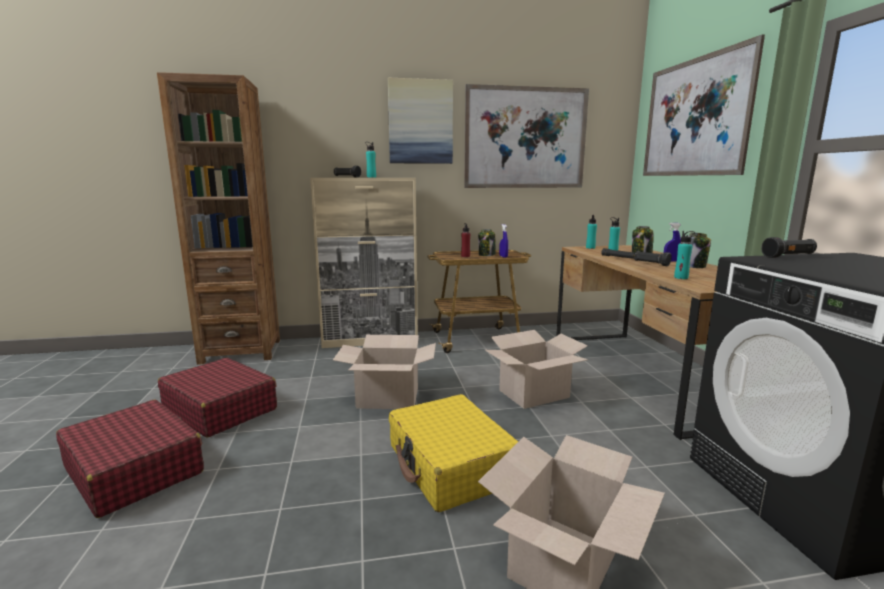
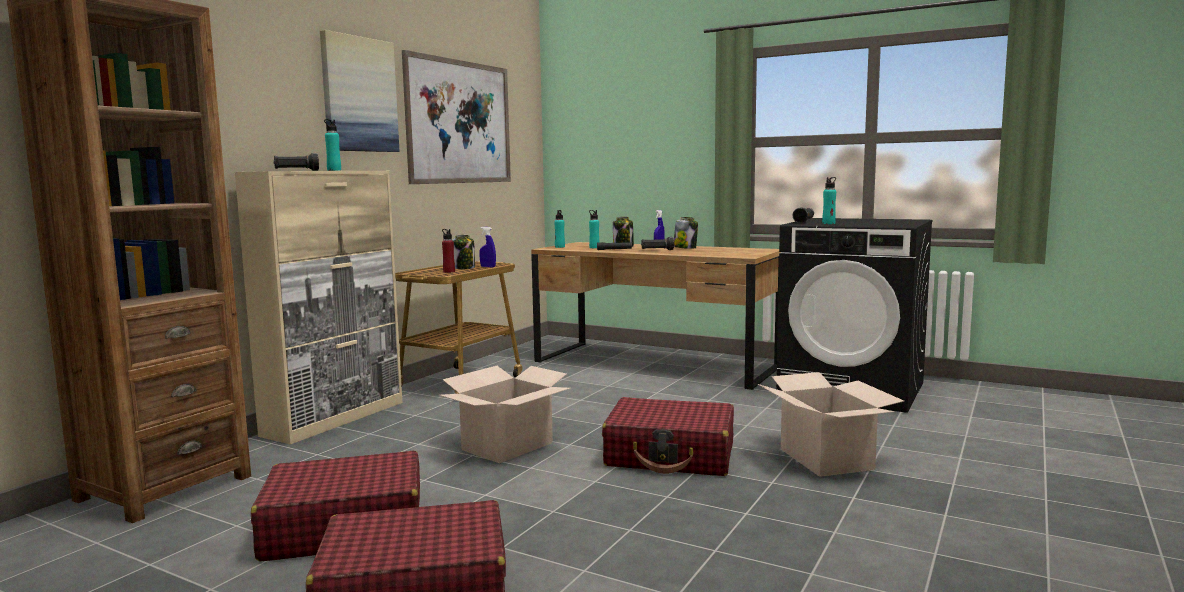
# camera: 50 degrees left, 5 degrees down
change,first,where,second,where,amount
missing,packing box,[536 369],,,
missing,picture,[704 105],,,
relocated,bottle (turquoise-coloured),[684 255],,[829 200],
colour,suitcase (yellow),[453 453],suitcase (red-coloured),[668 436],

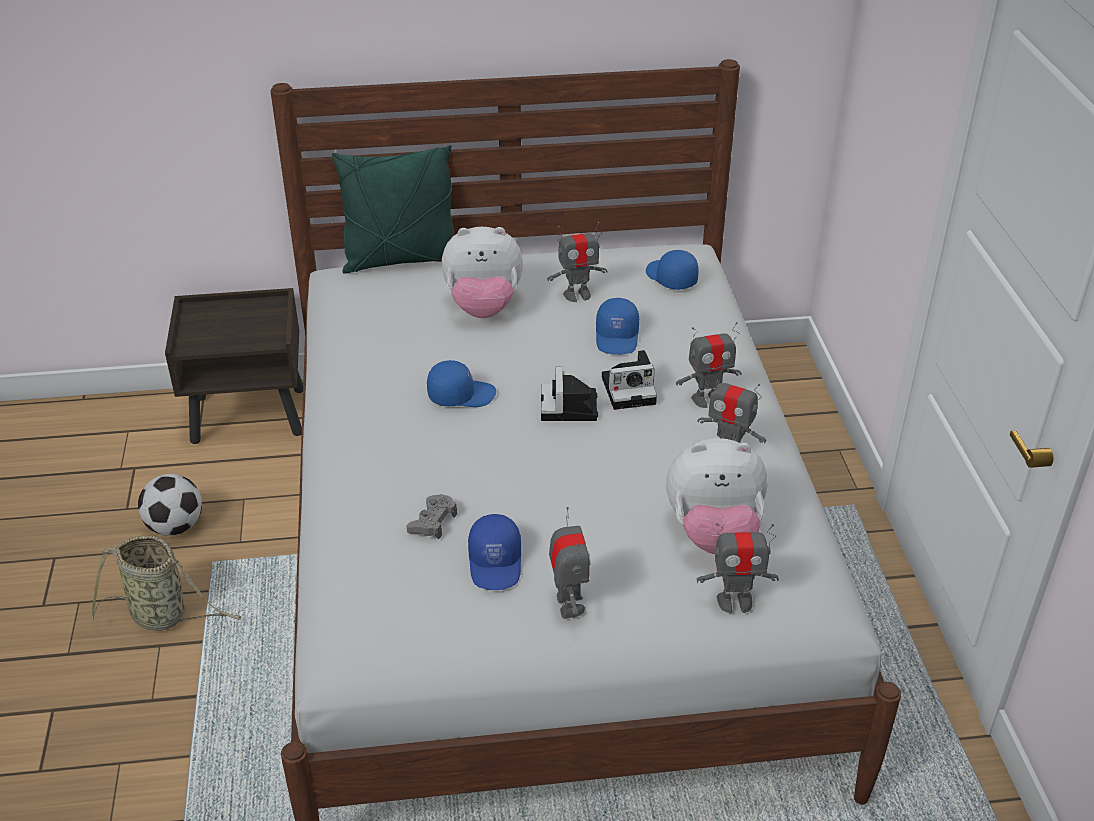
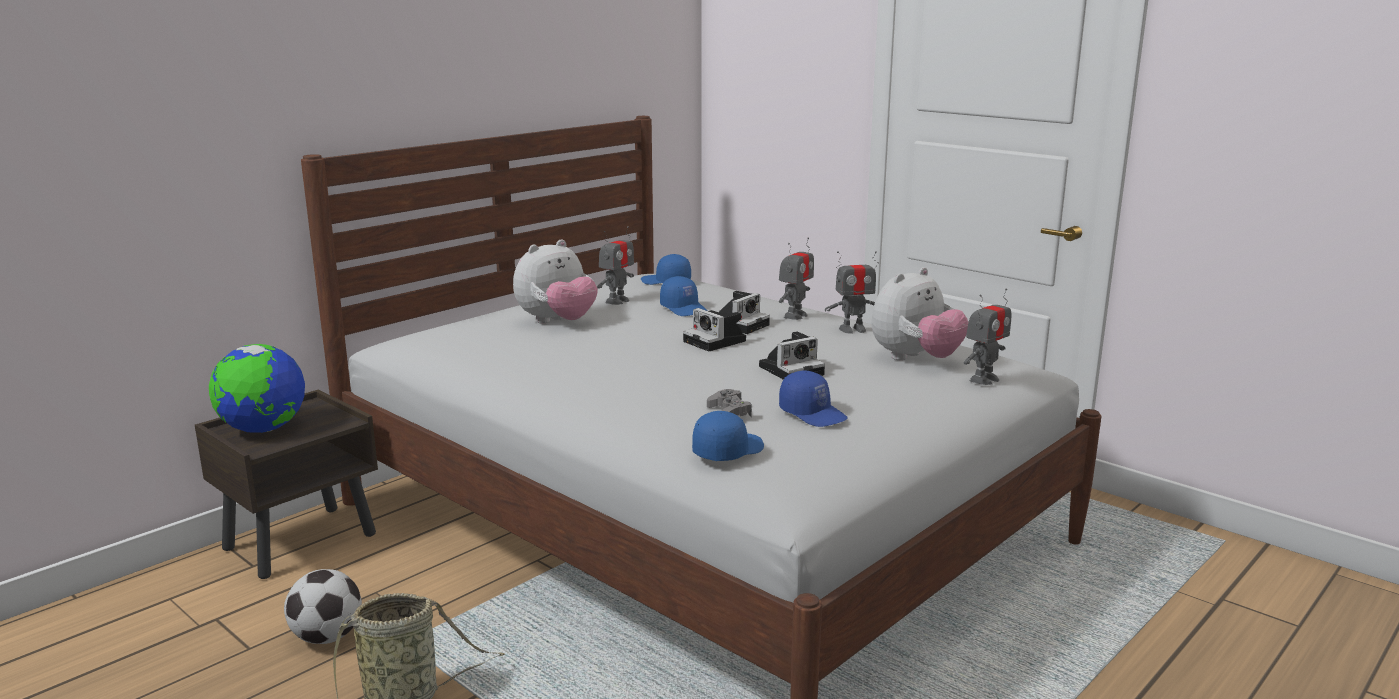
# camera: 40 degrees left, 20 degrees down
change,first,where,second,where,amount
missing,pillow (green),[393 209],,,
missing,model robot,[570 563],,,
appeared,,,desk globe,[257 388],
appeared,,,photo camera,[792 355],
relocated,peaked cap (bluish),[461 383],,[728 436],

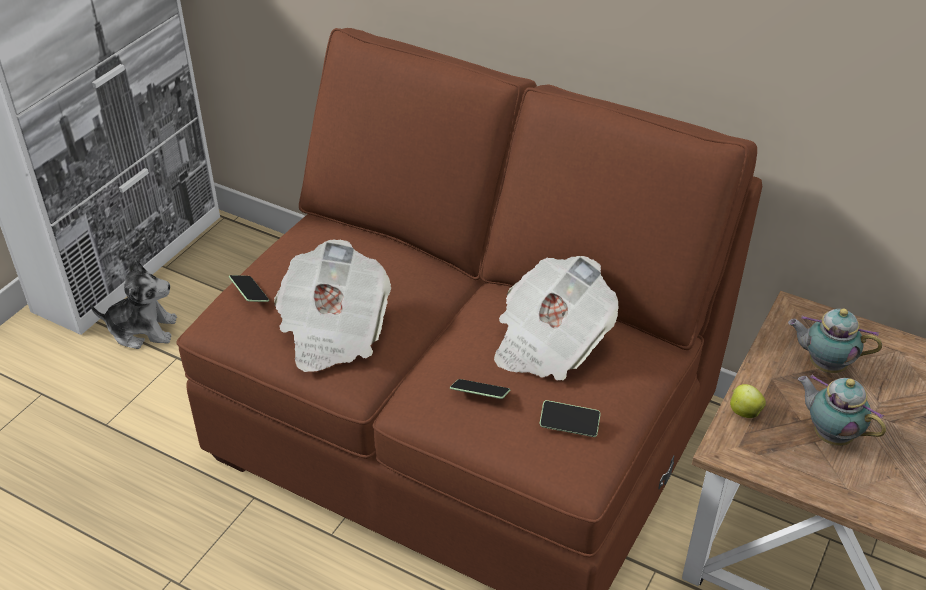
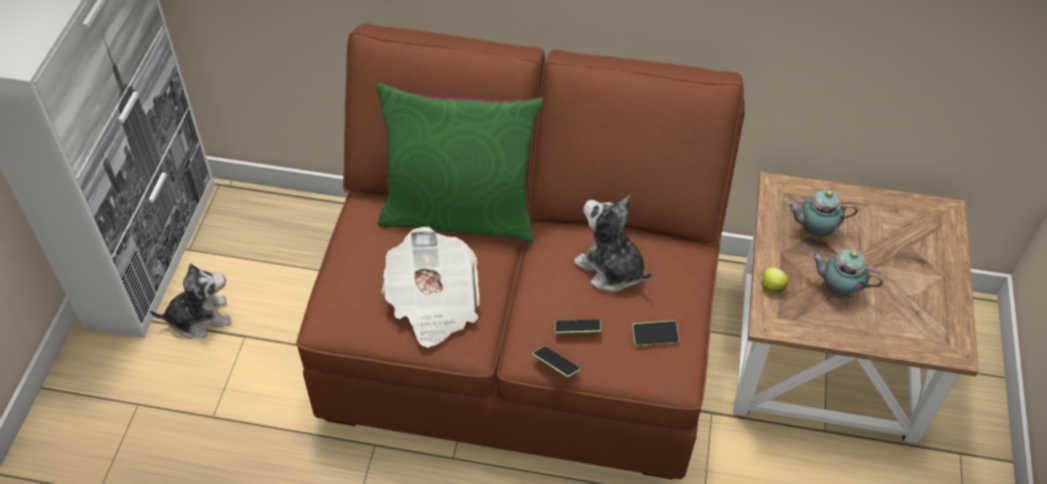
# camera: 20 degrees left, 10 degrees up
change,first,where,second,where,amount
appeared,,,pillow (green),[459 163],
relocated,handset,[249 288],,[556 361],
exchanged,daily paper,[556 318],cuddly toy,[613 243],

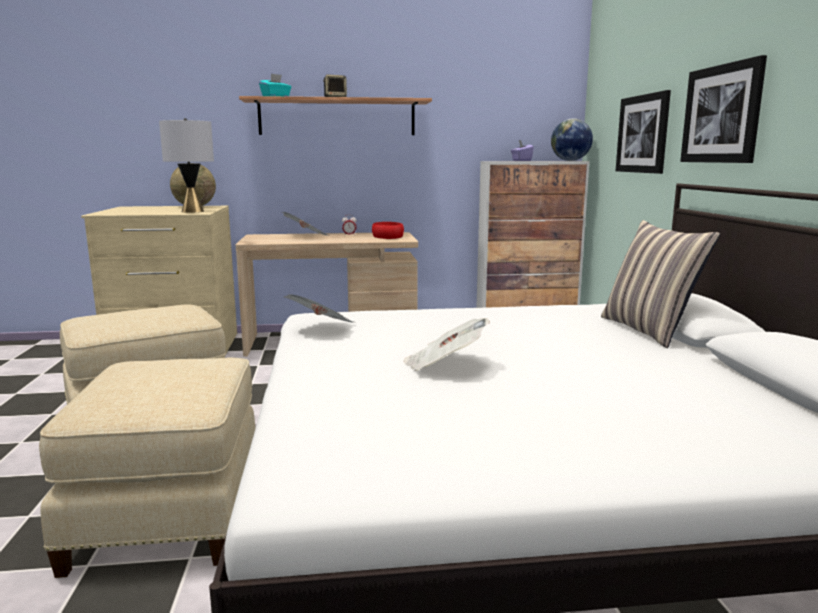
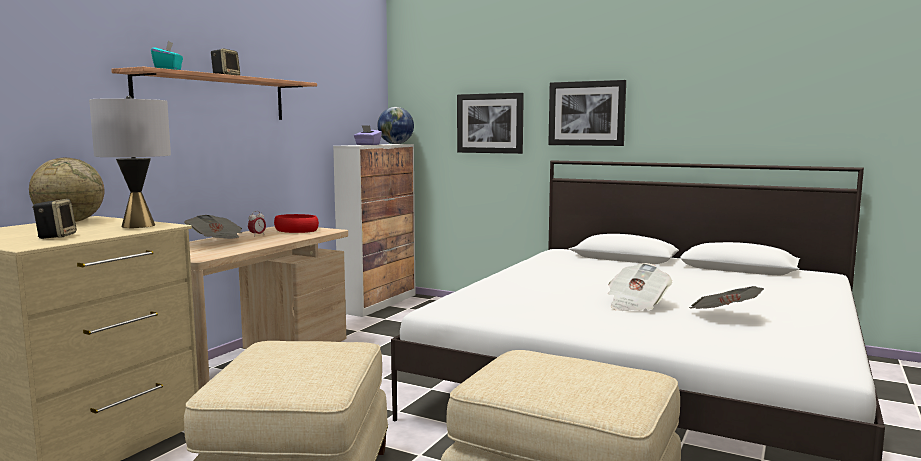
# camera: 55 degrees left, 5 degrees down
change,first,where,second,where,amount
missing,pillow,[660 284],,,
appeared,,,audio speaker,[54 219],
relocated,daily paper,[318 308],,[726 297],

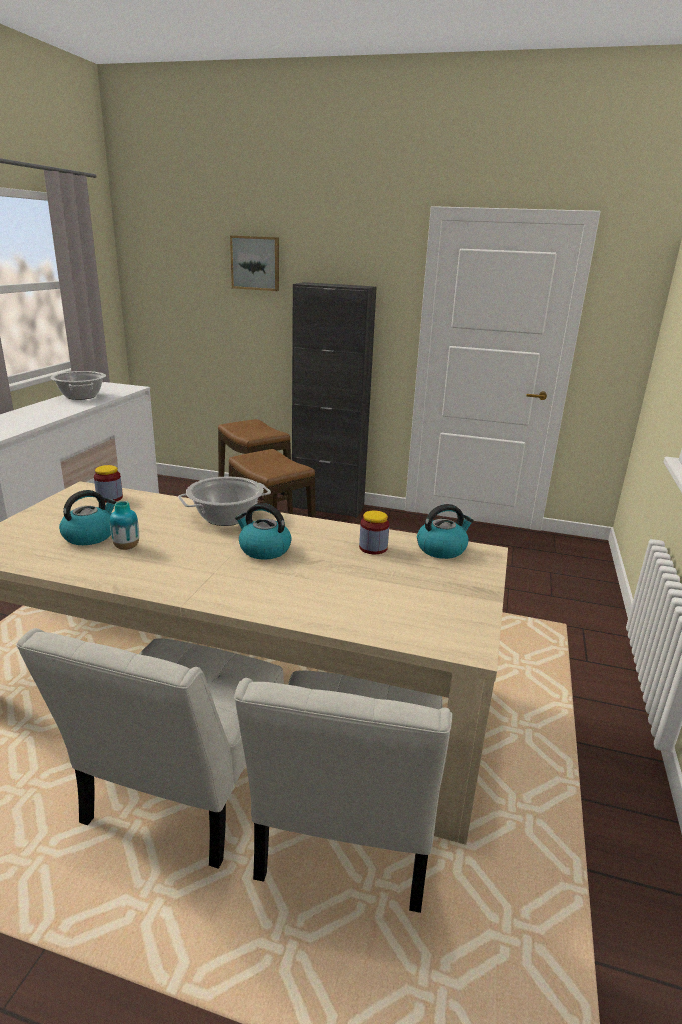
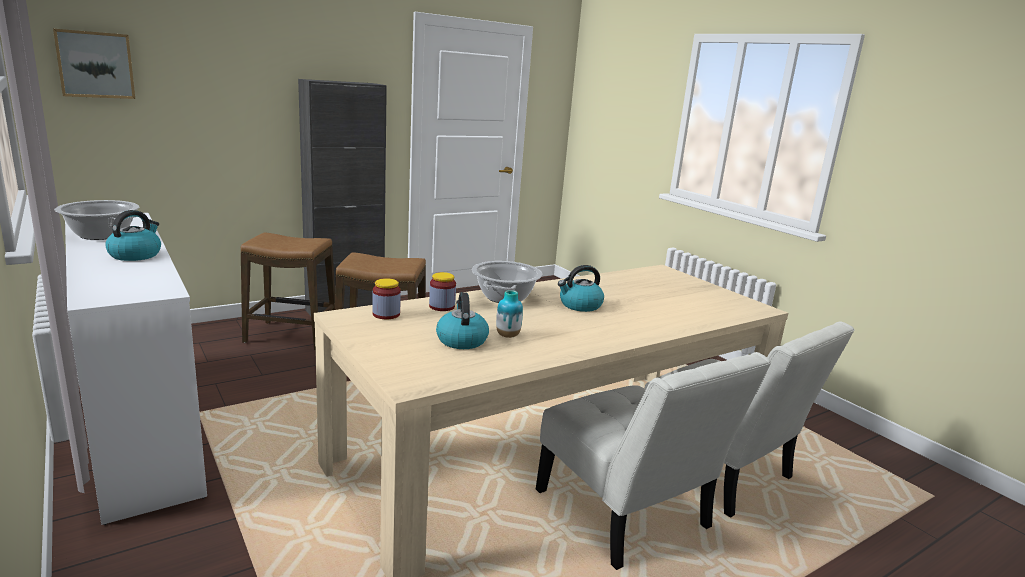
# camera: 50 degrees left, 5 degrees down
change,first,where,second,where,amount
relocated,picture,[254 263],,[94 64],
relocated,jar,[374 532],,[442 291],
relocated,kettle,[445 531],,[133 235],

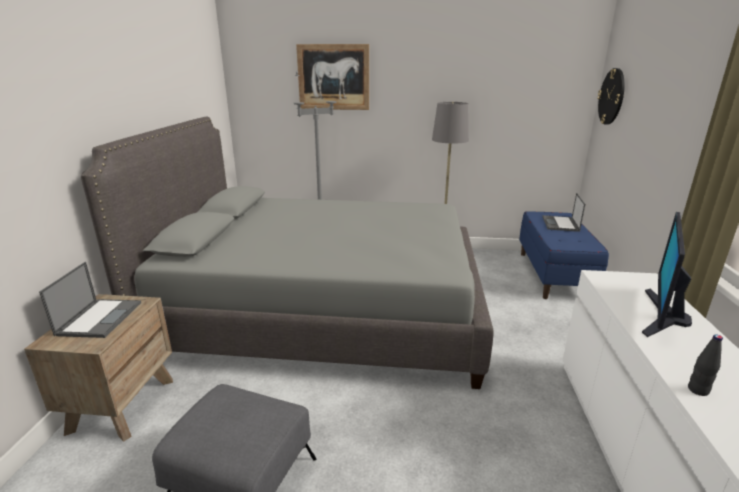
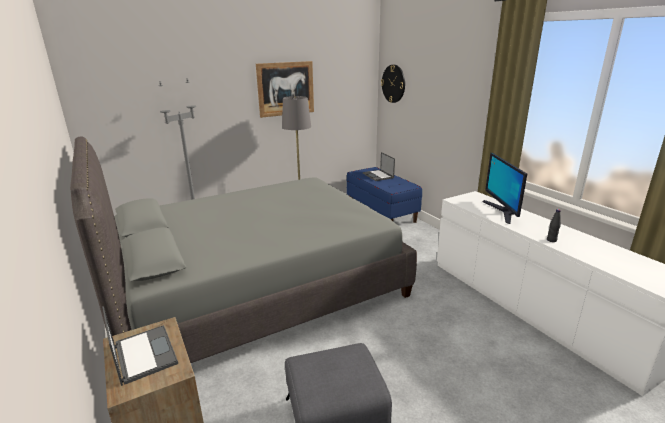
# camera: 35 degrees left, 0 degrees up
change,first,where,second,where,amount
relocated,picture,[332 77],,[285 89],

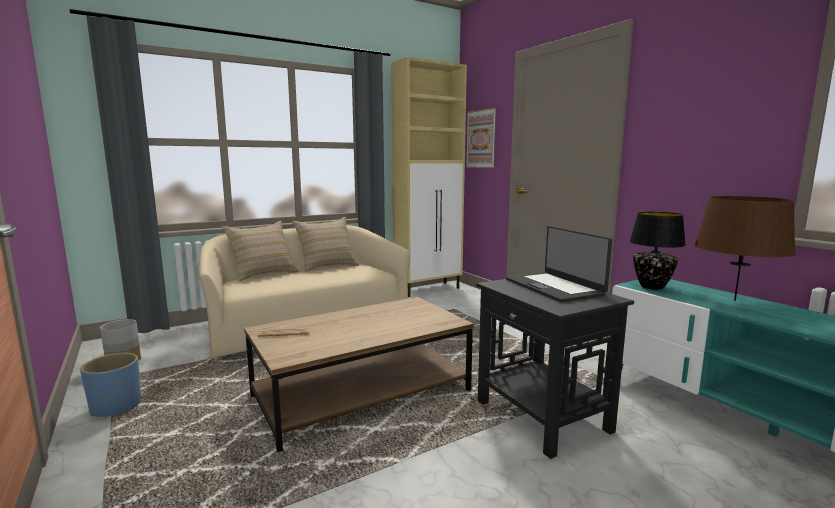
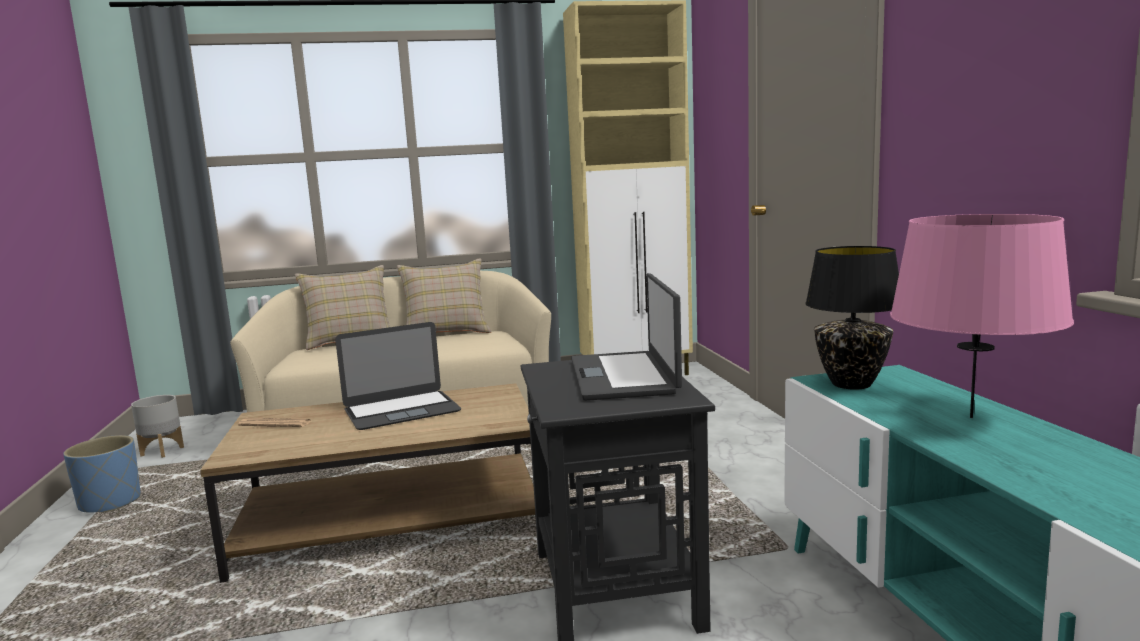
# camera: 20 degrees right, 0 degrees up
change,first,where,second,where,amount
missing,picture,[481 138],,,
appeared,,,laptop,[398 376],
colour,table lamp (brownish),[745 248],table lamp (pink-coloured),[982 316],

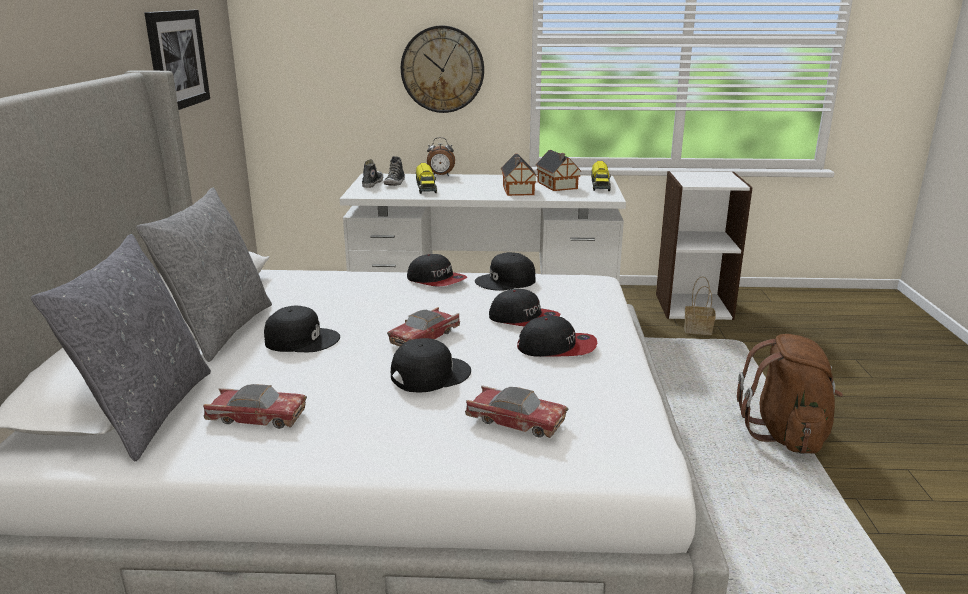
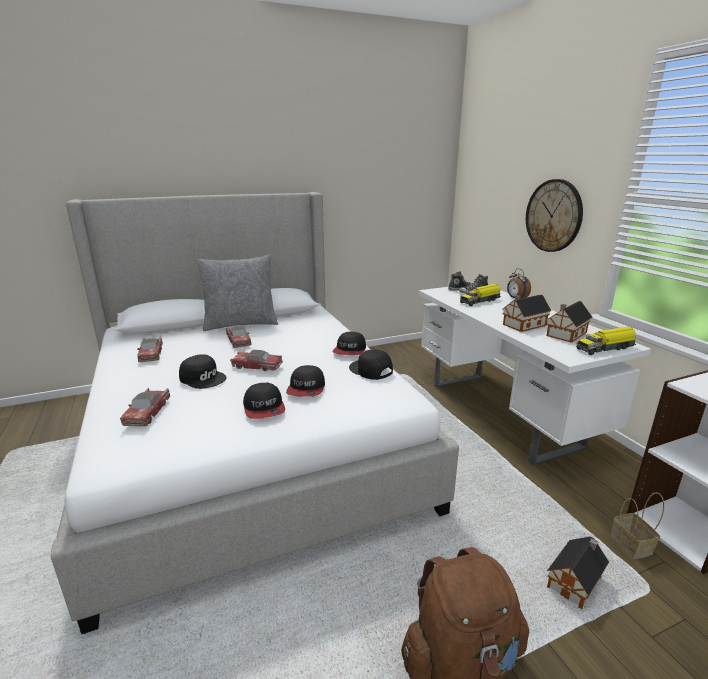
# camera: 65 degrees right, 0 degrees up
change,first,where,second,where,amount
missing,pillow (grey),[121 347],,,
missing,picture,[177 60],,,
appeared,,,miniature house,[578 572],
exchanged,peaked cap (black),[302 329],model car,[238 336],

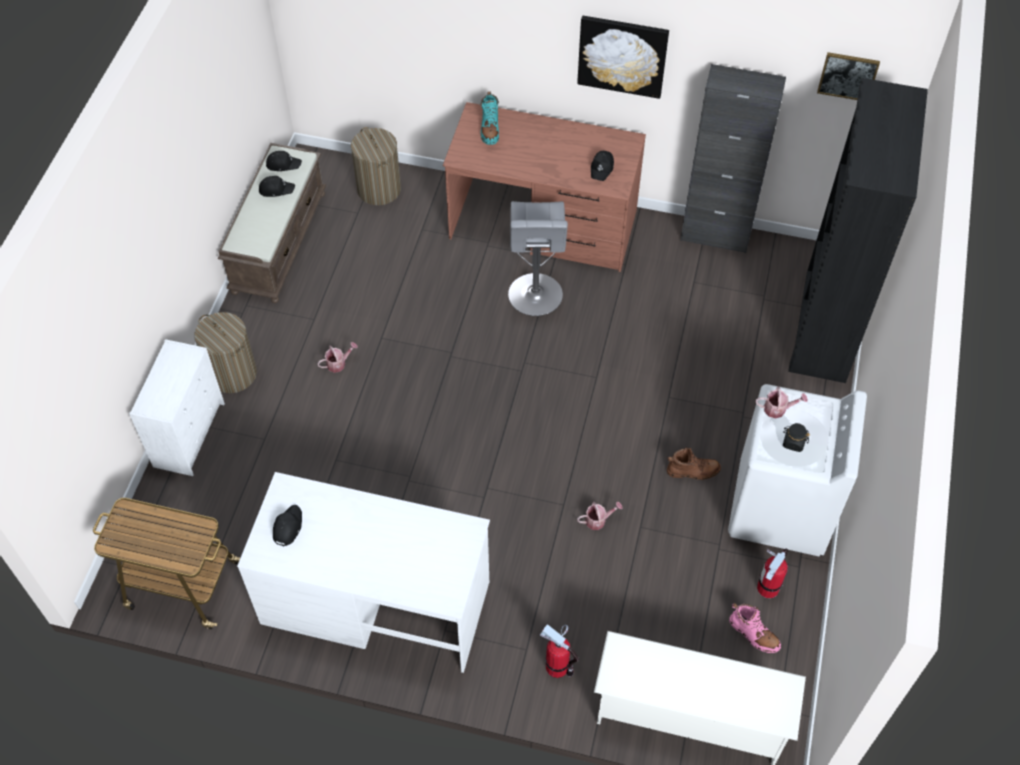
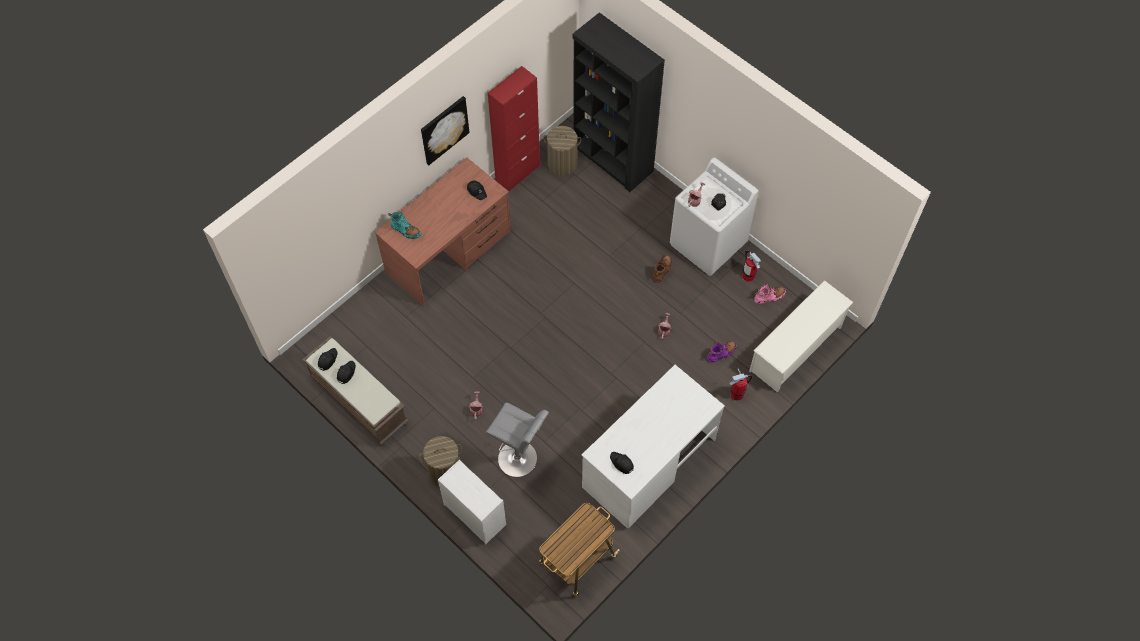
# camera: 60 degrees left, 5 degrees up
change,first,where,second,where,amount
missing,picture,[848 76],,,
appeared,,,boot (purple),[722 352],
relocated,laundry basket,[376 166],,[562 151],
relocated,stool (grey),[538 258],,[517 440],
colour,storage cabinet (black),[733 158],storage cabinet (red-coloured),[514 128],

